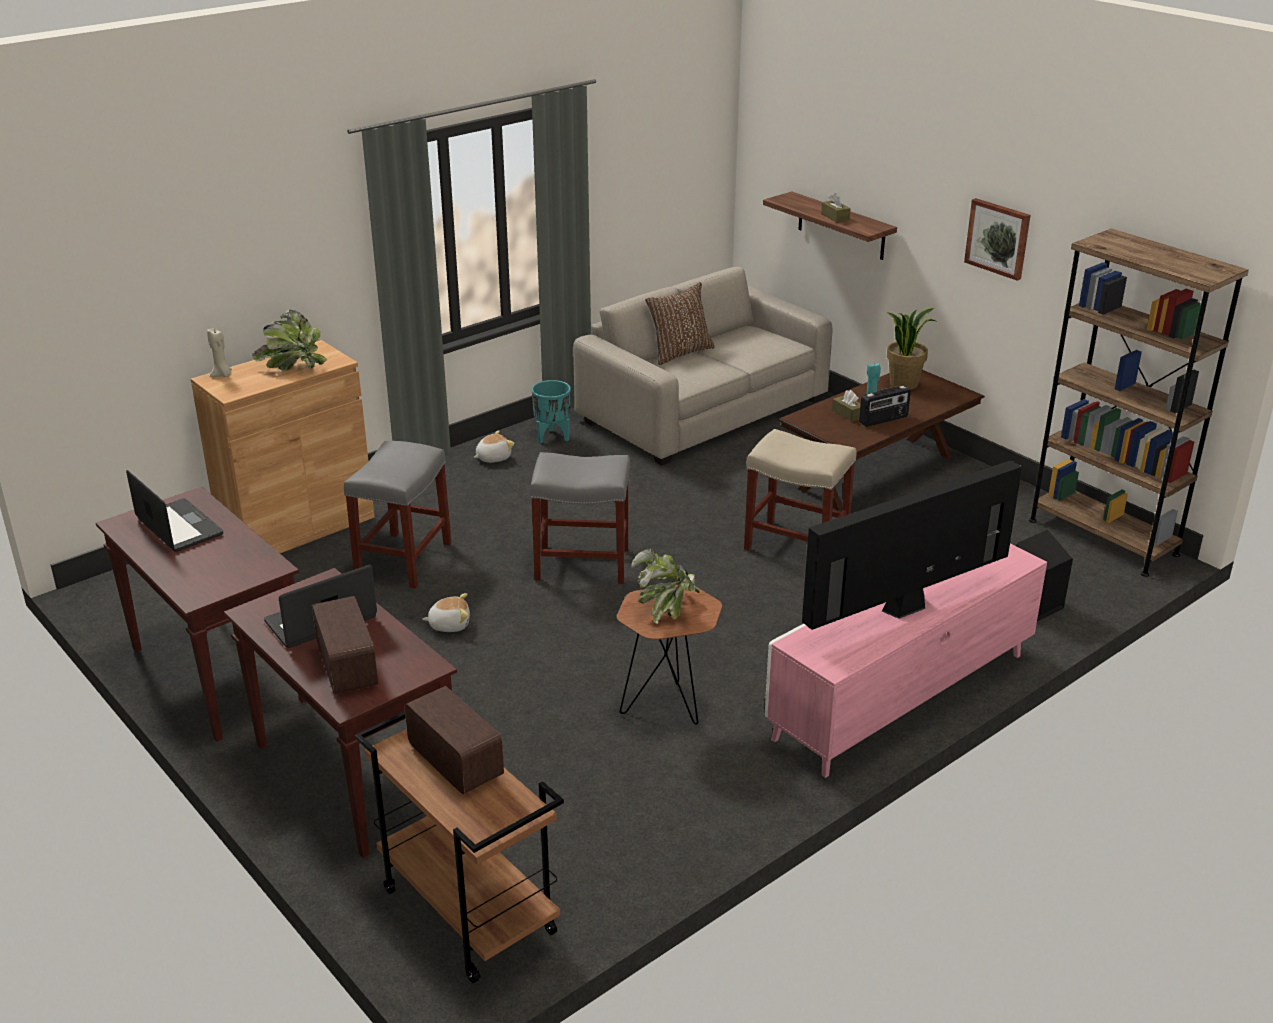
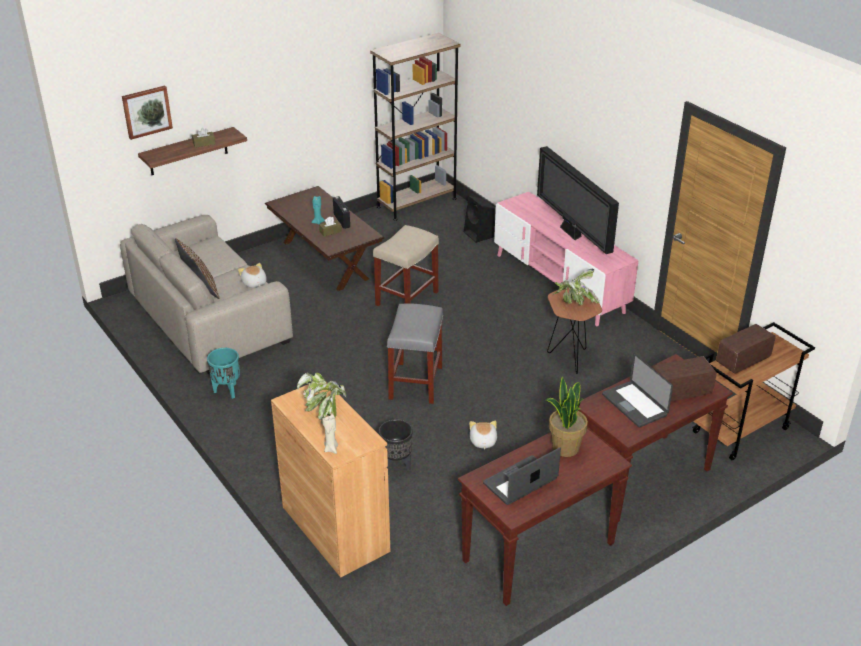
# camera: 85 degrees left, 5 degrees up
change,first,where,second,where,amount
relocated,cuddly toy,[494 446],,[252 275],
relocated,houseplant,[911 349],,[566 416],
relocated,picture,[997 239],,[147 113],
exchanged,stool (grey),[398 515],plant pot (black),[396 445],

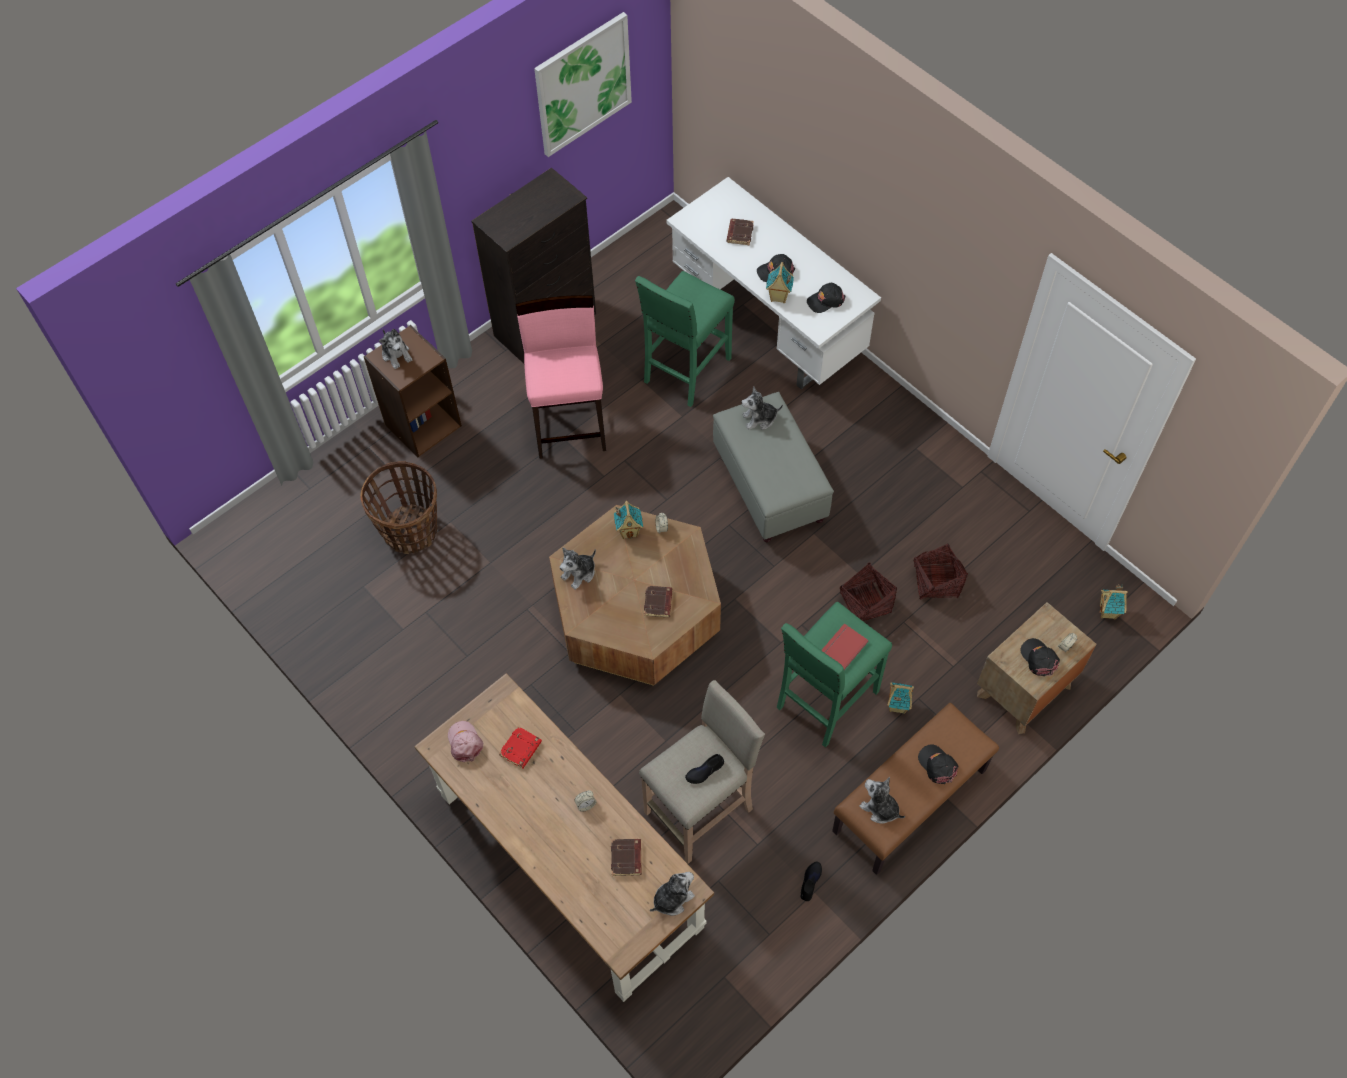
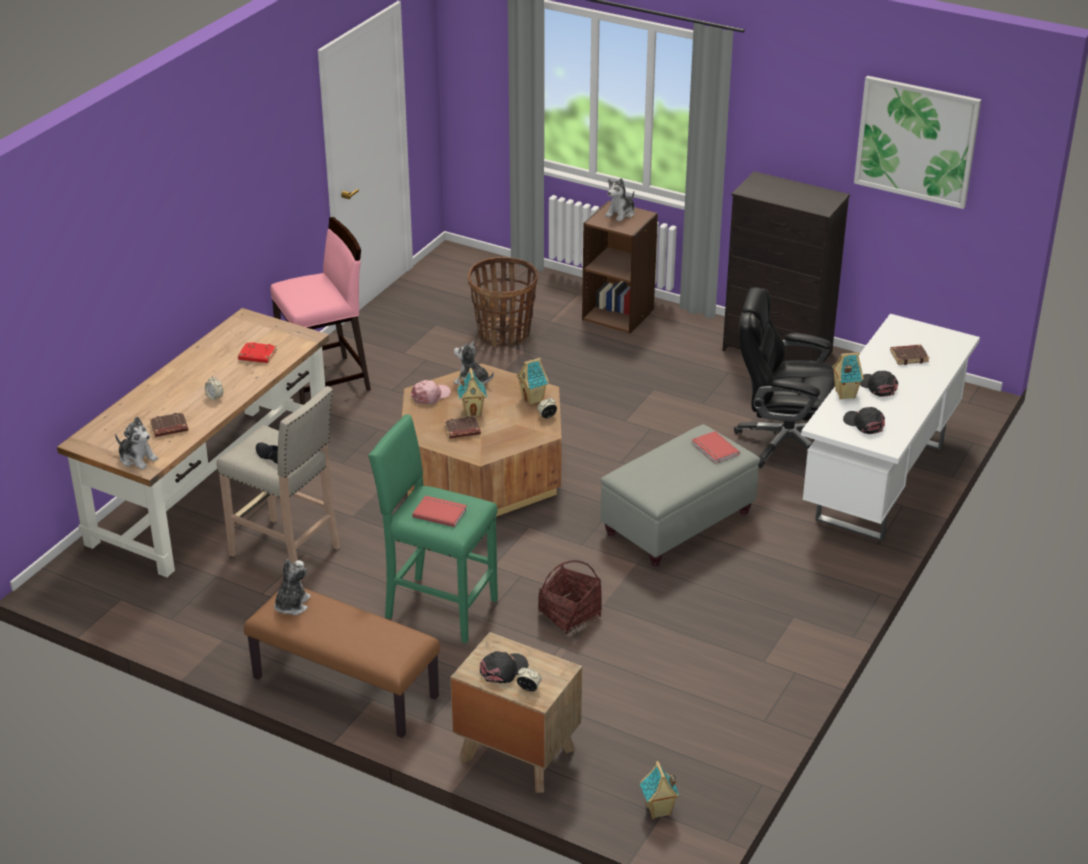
# camera: 70 degrees right, 25 degrees down
change,first,where,second,where,amount
missing,shoe (black),[811 881],,,
missing,household basket,[941 571],,,
missing,peaked cap (black),[938 764],,,
relocated,peaked cap (pink-coloured),[466 741],,[431 392],
relocated,stool (pink-coloured),[561 377],,[320 311],
relocated,miniature house,[900 698],,[472 392],
exchanged,stool (green),[685 339],office chair (black),[784 377],
exchanged,cuddly toy,[762 408],volume (red-coloured),[716 447],

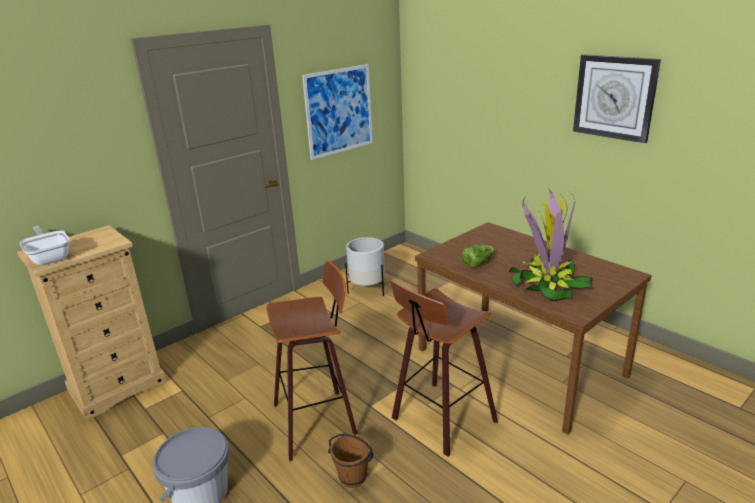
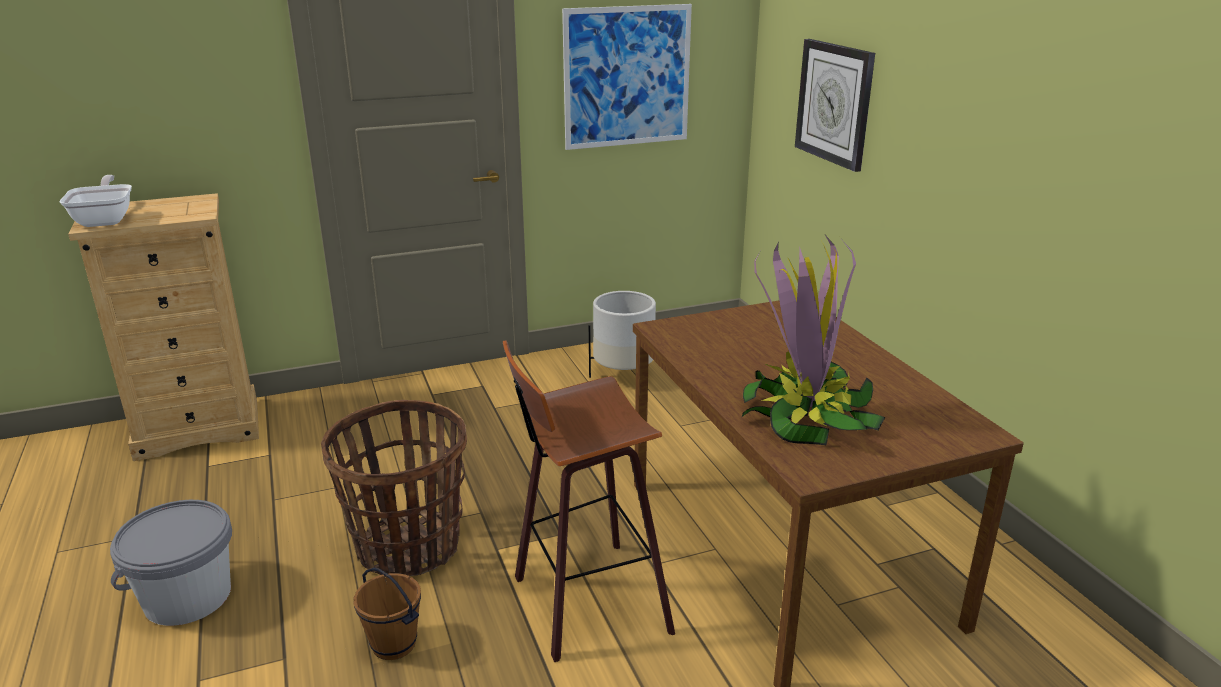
# camera: 20 degrees right, 0 degrees up
change,first,where,second,where,amount
missing,head of lettuce,[477 256],,,
relocated,hanging clock,[617 98],,[835 105],
exchanged,stool,[312 361],household basket,[394 488],

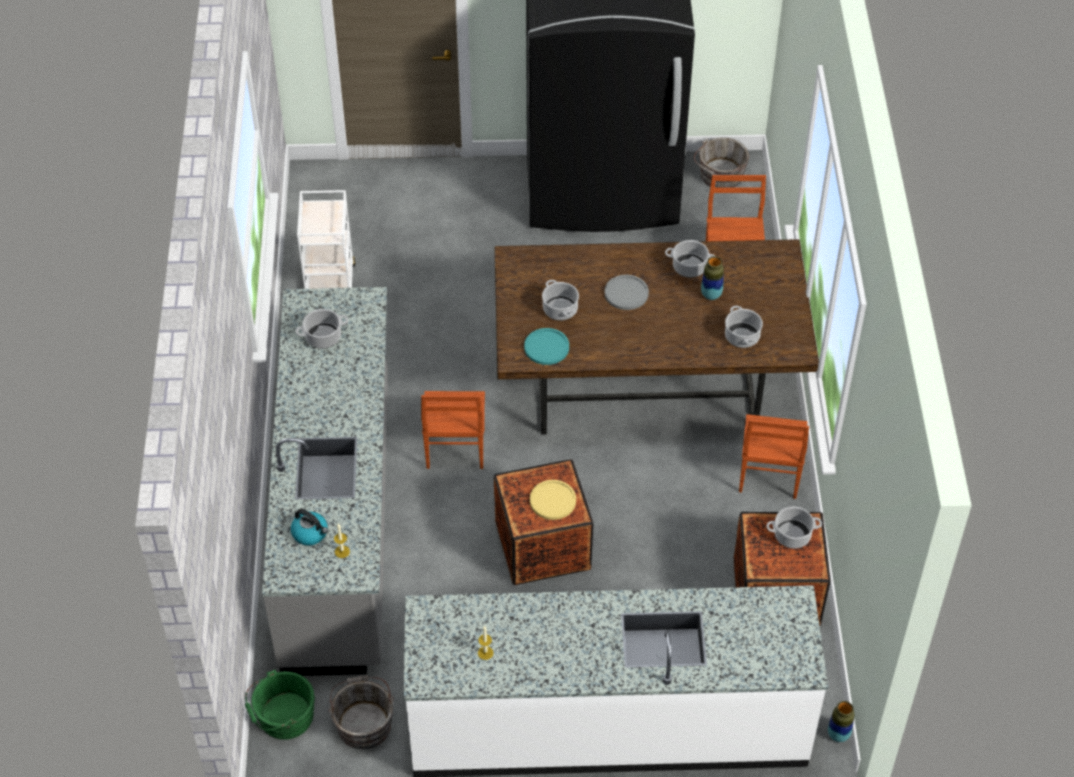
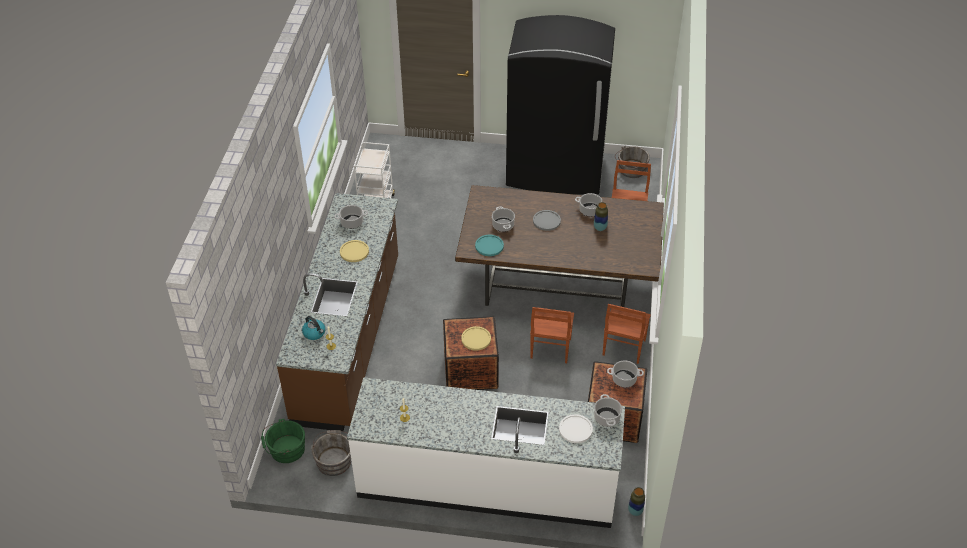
# camera: 10 degrees right, 5 degrees down
change,first,where,second,where,amount
appeared,,,flat dish (yellow),[354 251],
appeared,,,flat dish (white-coloured),[576 428],
relocated,chair (brownish),[453 430],,[552 335],
relocated,saucepot,[744 327],,[608 410],
colour,counter (grey),[325 481],counter (brownish),[337 312],

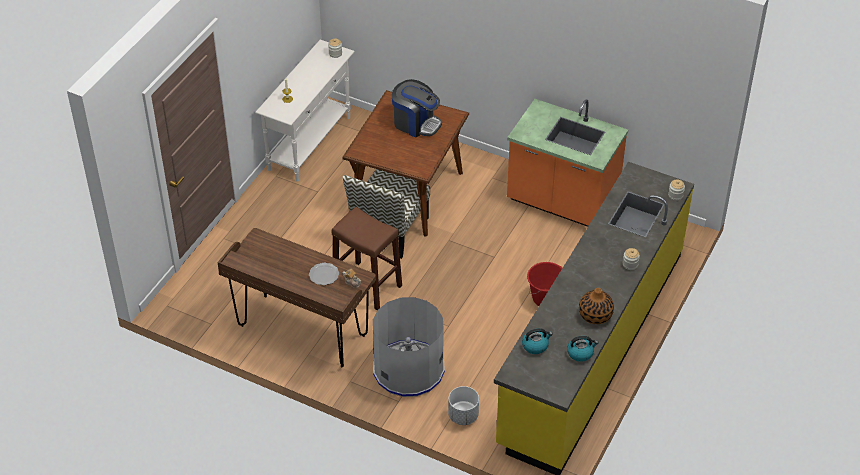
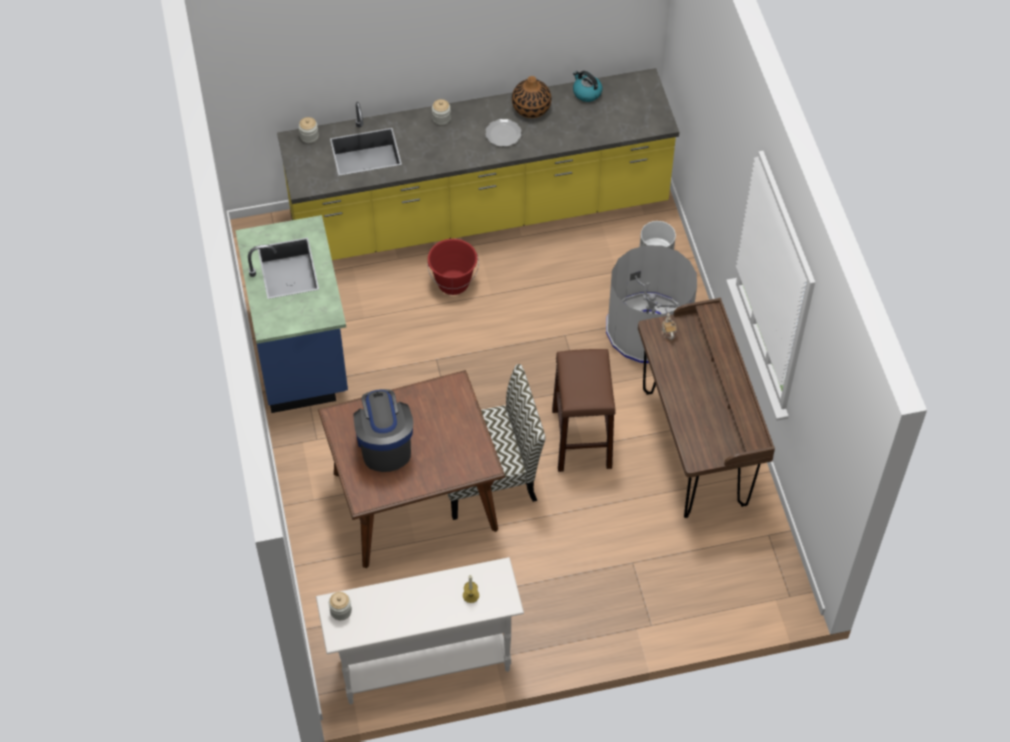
# camera: 130 degrees left, 10 degrees up
change,first,where,second,where,amount
missing,kettle,[537 341],,,
relocated,flat dish,[324 274],,[503 133],
colour,counter (orange),[567 163],counter (bluish),[291 314],

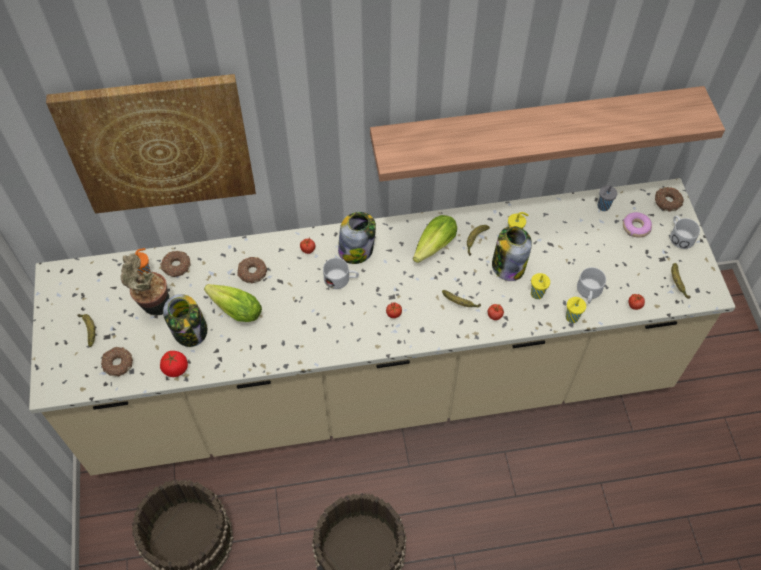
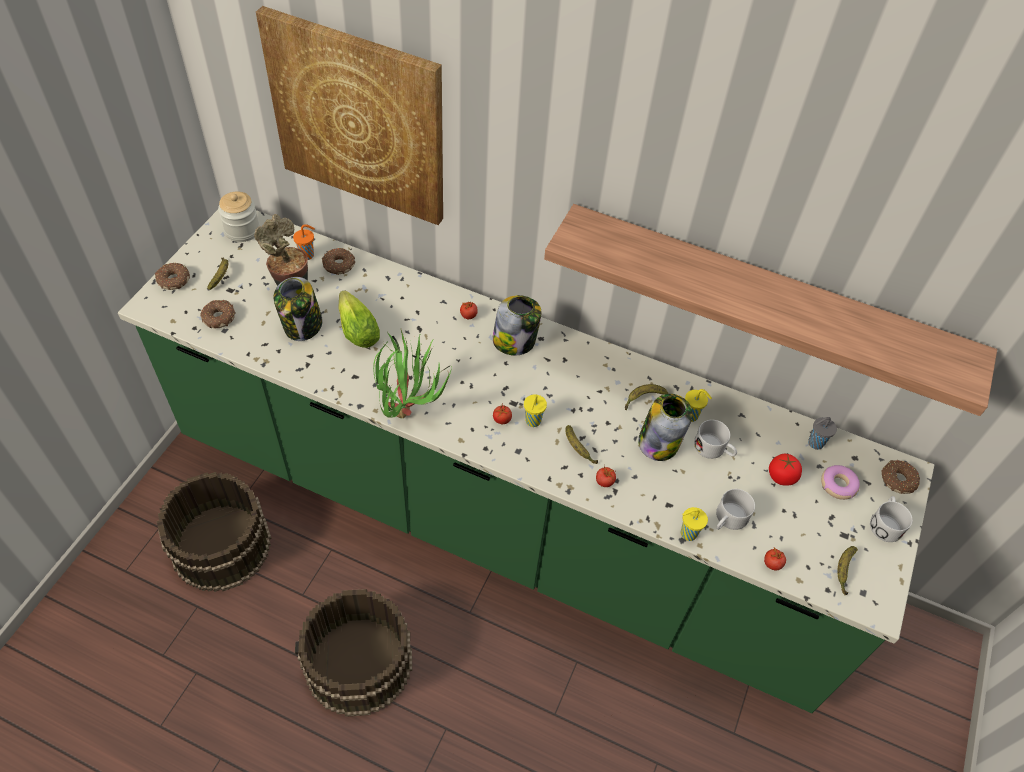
# camera: 30 degrees right, 5 degrees down
change,first,where,second,where,amount
missing,head of lettuce,[435 239],,,
appeared,,,jar,[239 216],
appeared,,,houseplant,[412 374],
relocated,fresh tomato,[174 364],,[785 470],
relocated,donut,[252 270],,[172 276],
relocated,coffee mug (white-coloured),[341 273],,[715 439],
relocated,small cup (yellow),[540 286],,[535 411],
colour,counter (beige),[382 327],counter (green),[526 461],

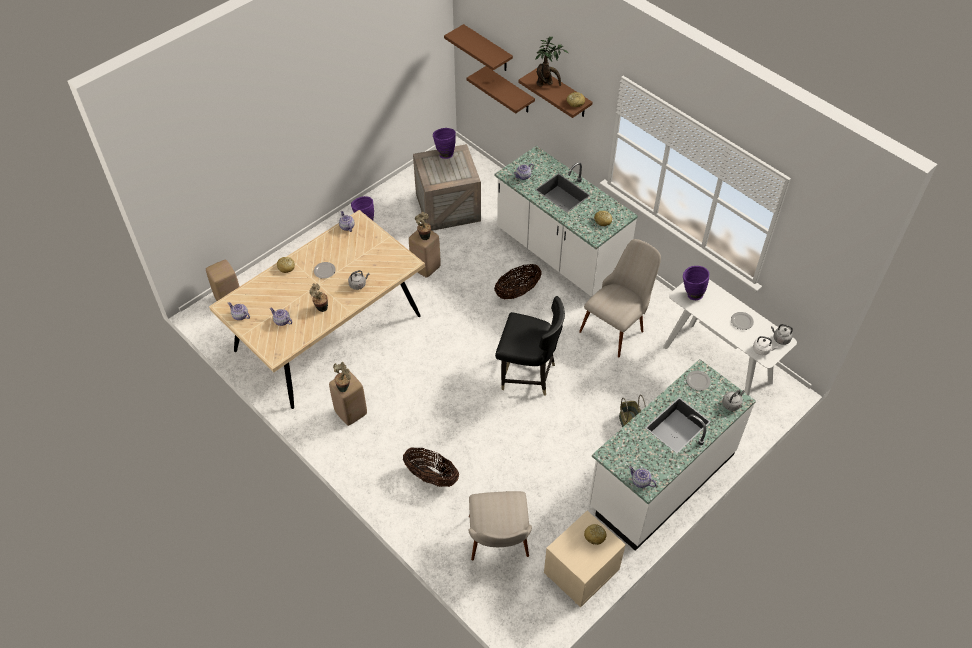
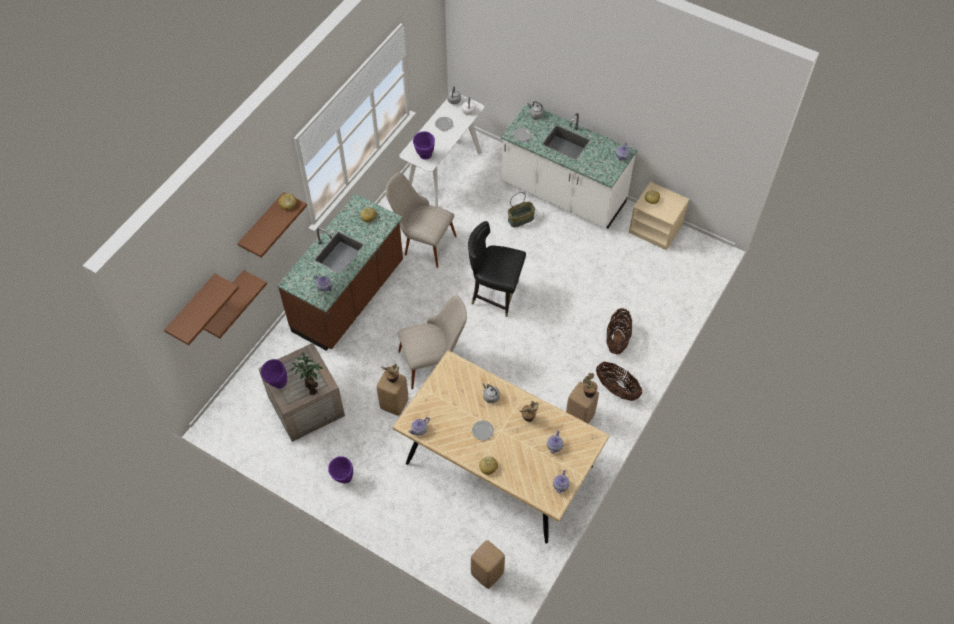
# camera: 105 degrees left, 5 degrees up
change,first,where,second,where,amount
relocated,chair (beige),[500 525],,[432 342],
relocated,household basket,[518 281],,[619 381],
relocated,houseplant,[551 61],,[307 373],
colour,counter (white-coloured),[566 221],counter (brownish),[340 272],
spun,chair (black),[530 345],,[497 269],75 degrees counterclockwise

